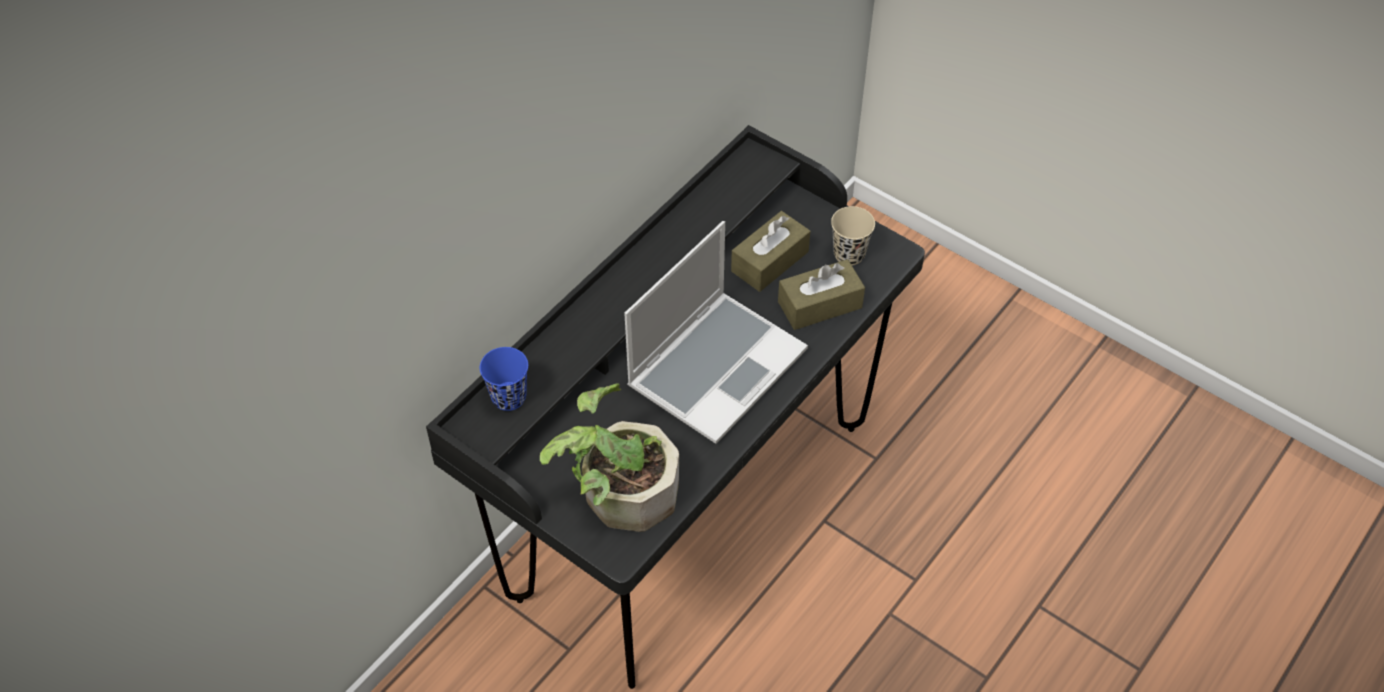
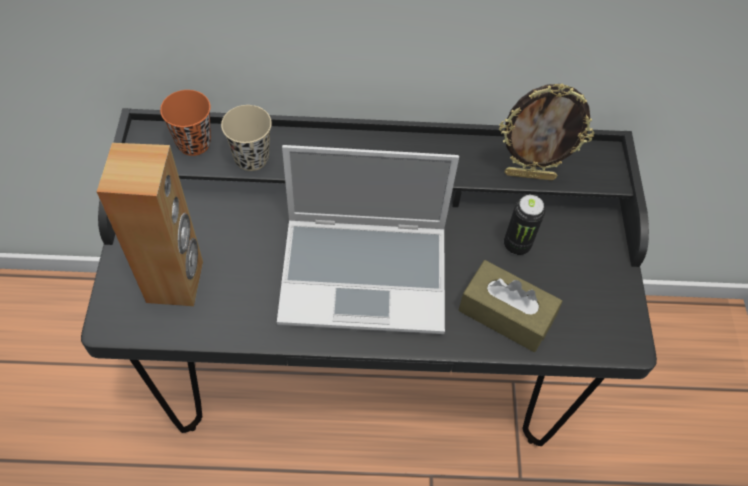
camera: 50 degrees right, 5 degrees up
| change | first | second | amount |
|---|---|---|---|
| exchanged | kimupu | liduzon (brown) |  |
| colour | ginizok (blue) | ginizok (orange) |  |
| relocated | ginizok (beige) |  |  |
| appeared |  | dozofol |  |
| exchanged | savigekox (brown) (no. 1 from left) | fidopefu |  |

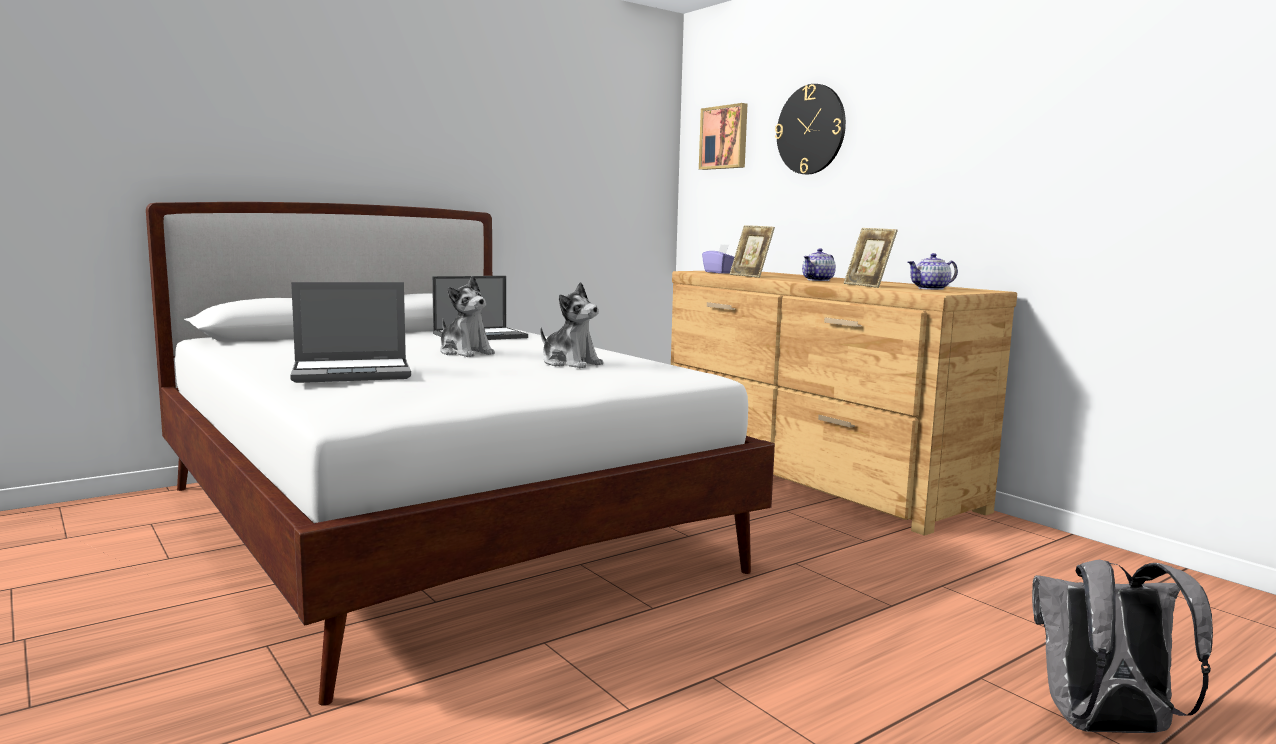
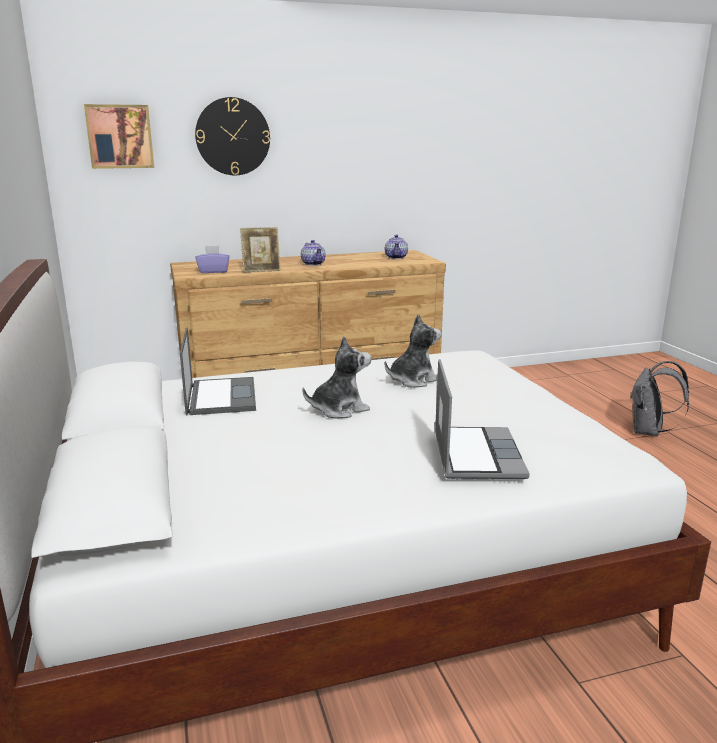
camera: 70 degrees left, 10 degrees up
| change | first | second | amount |
|---|---|---|---|
| missing | dozofol (no. 2 from left) |  |  |

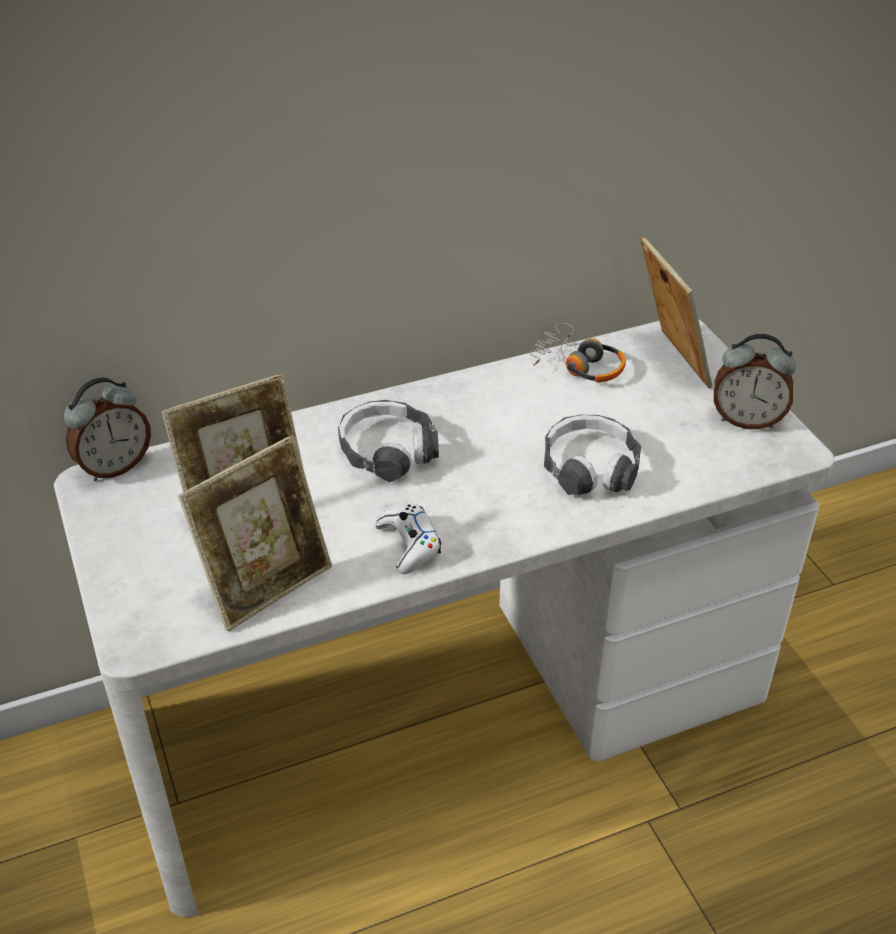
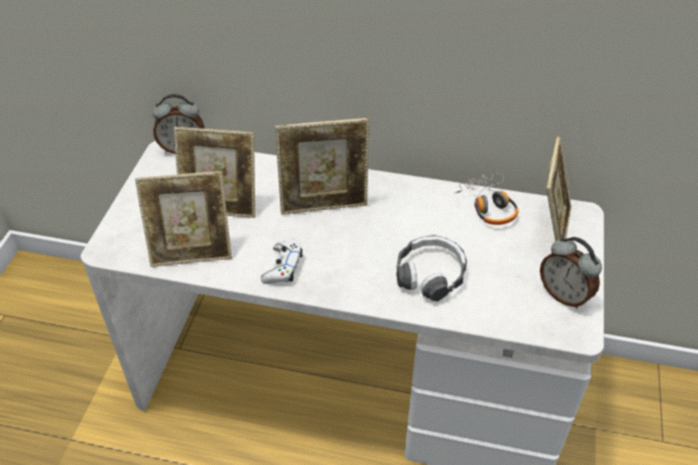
camera: 35 degrees right, 5 degrees up
| change | first | second | amount |
|---|---|---|---|
| exchanged | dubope (no. 1 from left) | dozofol (no. 3 from left) |  |

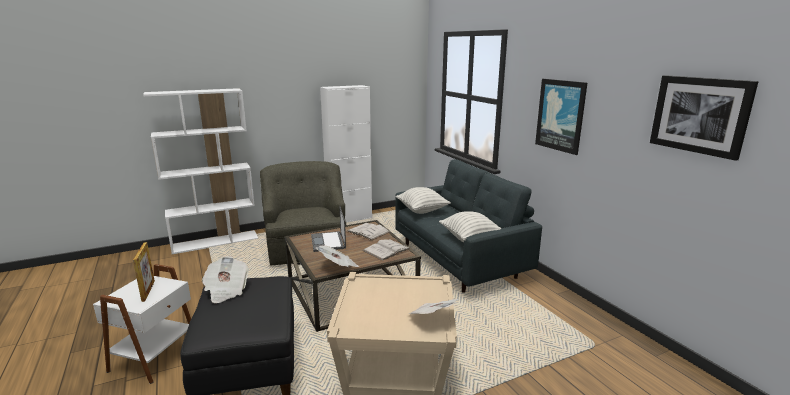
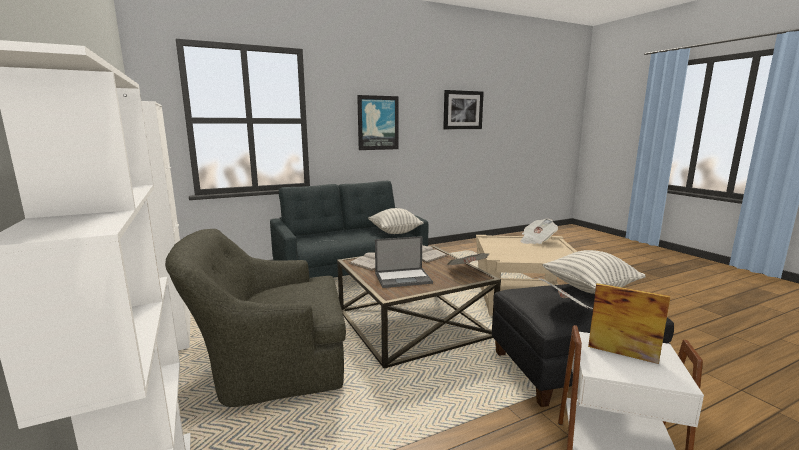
camera: 90 degrees left, 5 degrees down
| change | first | second | amount |
|---|---|---|---|
| relocated | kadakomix (no. 1 from left in the first image) | kadakomix (no. 2 from left) |  |
| spun | dozofol |  | 45 degrees clockwise |

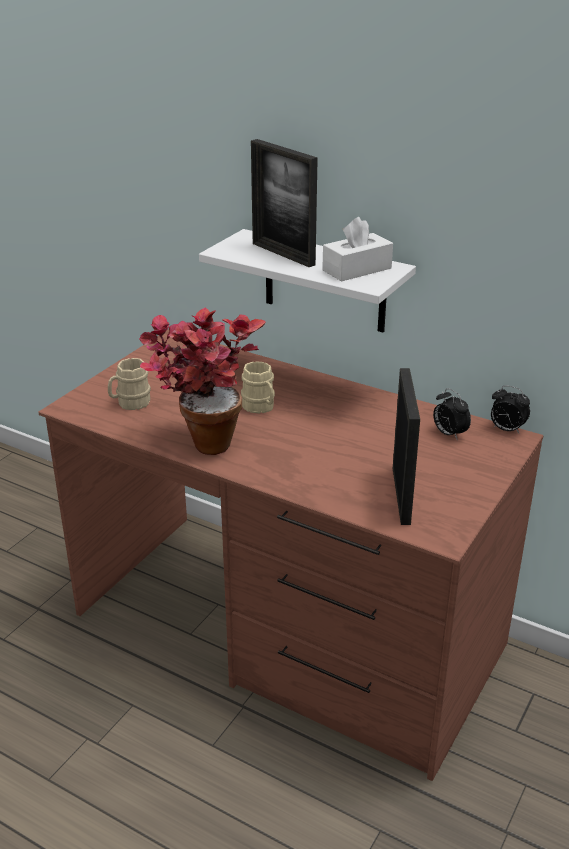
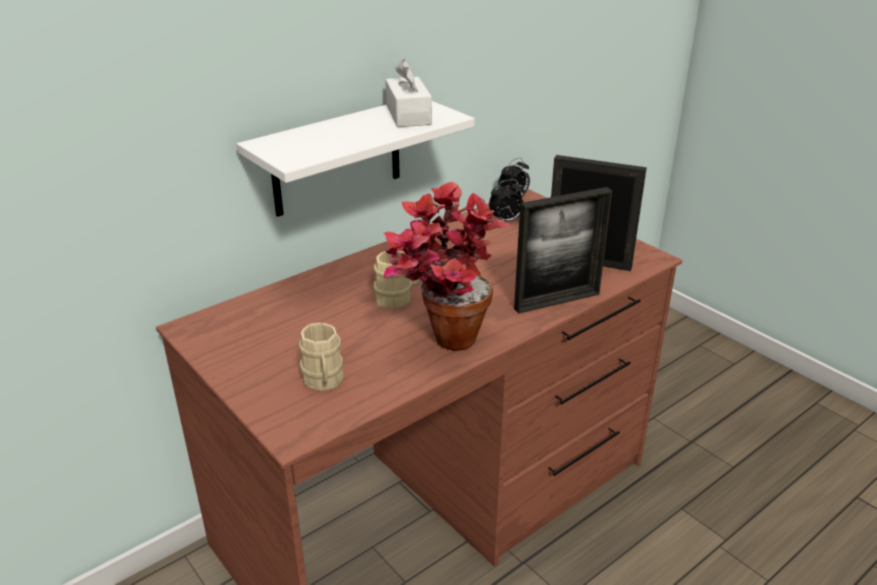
camera: 70 degrees left, 0 degrees up
| change | first | second | amount |
|---|---|---|---|
| relocated | dozofol (no. 1 from left) |  |  |

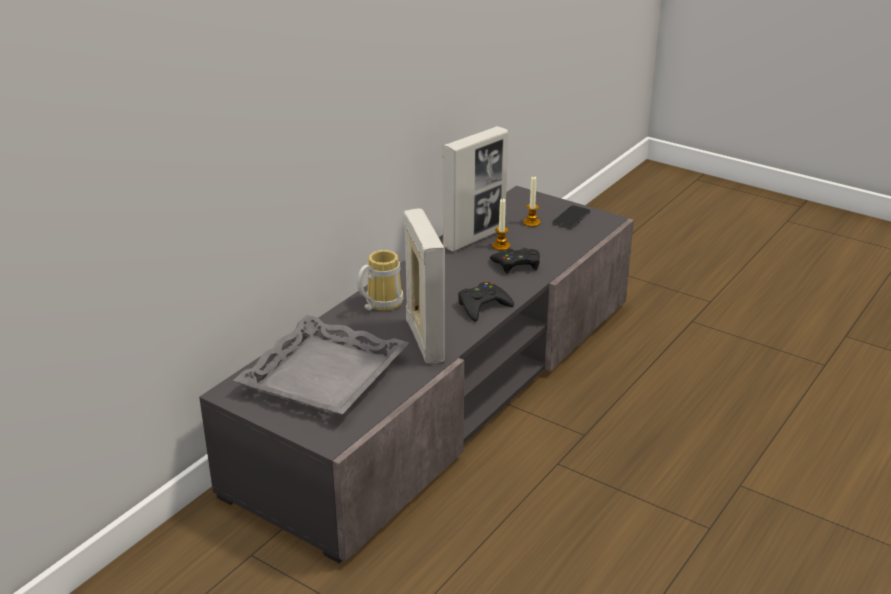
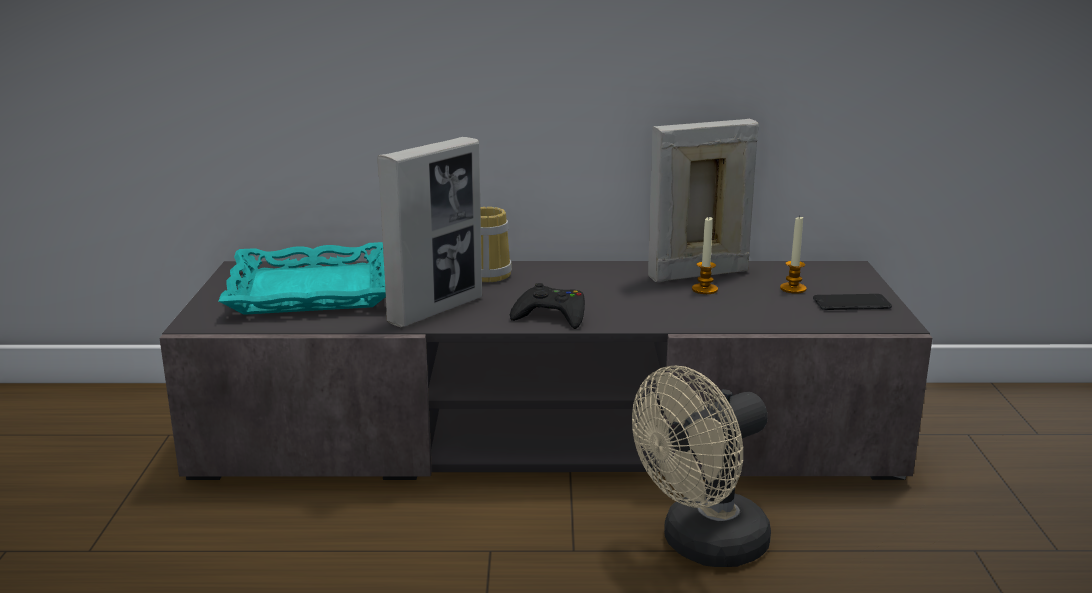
camera: 55 degrees right, 10 degrees down
| change | first | second | amount |
|---|---|---|---|
| colour | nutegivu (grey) | nutegivu (turquoise) |  |
| appeared |  | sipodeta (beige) |  |
| spun | dozofol (no. 2 from left) |  | 150 degrees clockwise |
| missing | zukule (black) (no. 2 from left) |  |  |

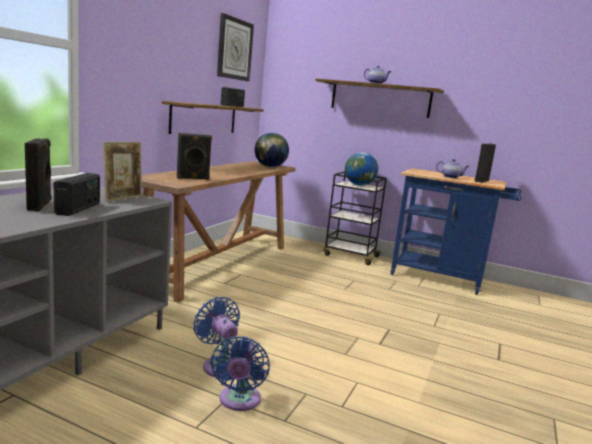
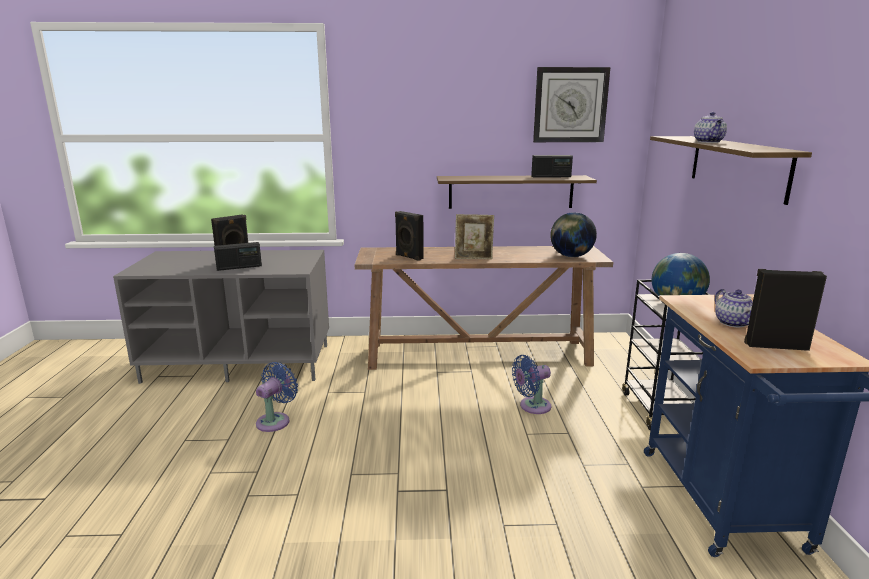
camera: 65 degrees right, 5 degrees up
| change | first | second | amount |
|---|---|---|---|
| relocated | dozofol |  |  |
| relocated | sipodeta (blue) (no. 2 from left) |  |  |

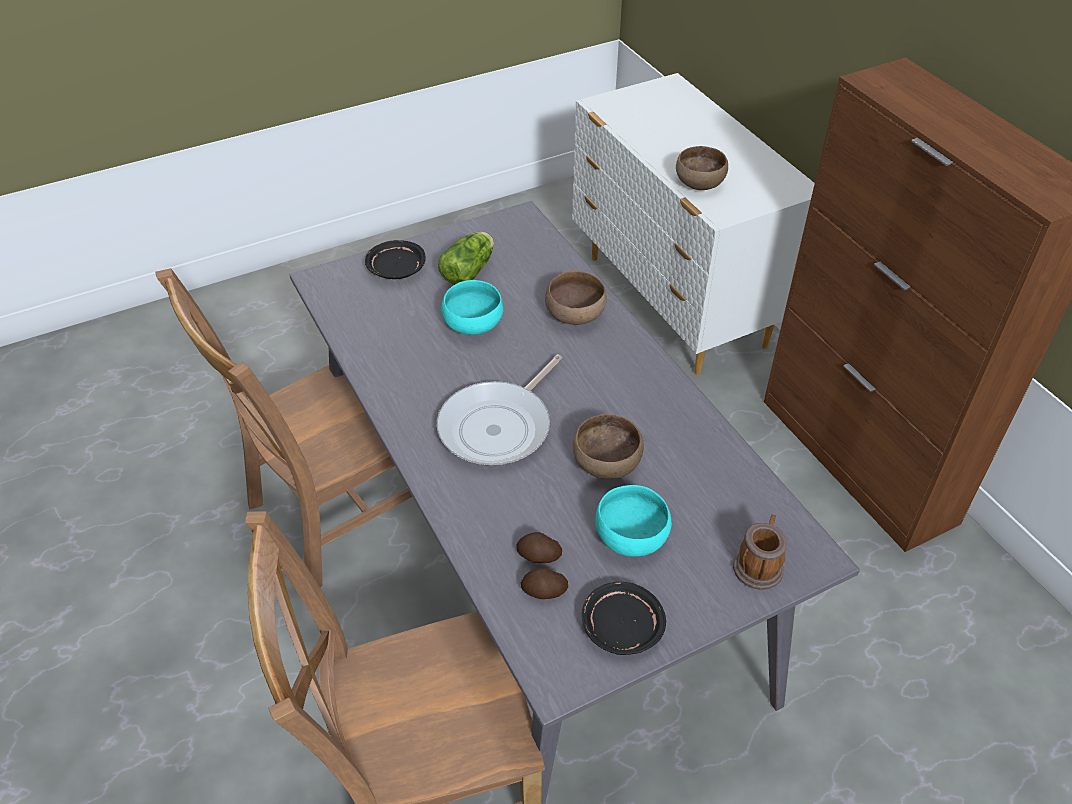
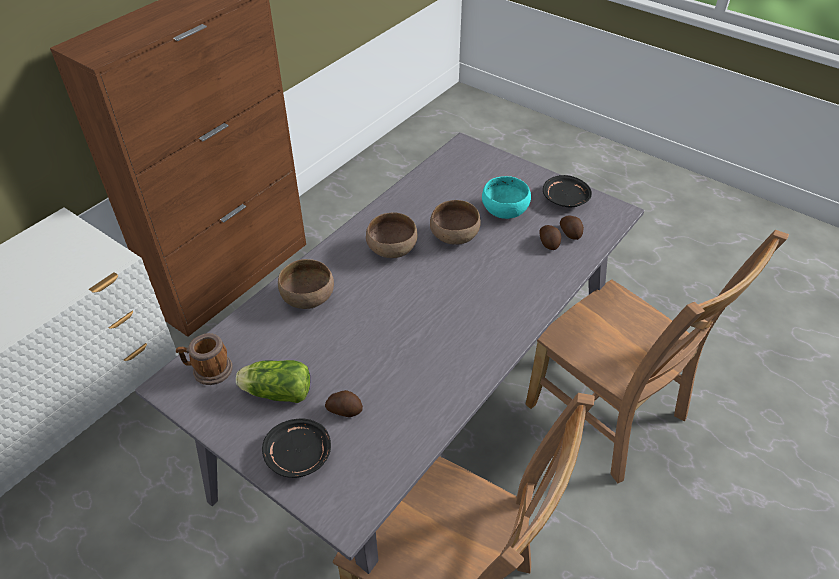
camera: 115 degrees left, 0 degrees up
| change | first | second | amount |
|---|---|---|---|
| relocated | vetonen |  |  |
| appeared |  | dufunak (no. 1 from left) |  |
| relocated | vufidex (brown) (no. 3 from left in the first image) | vufidex (brown) (no. 2 from left) |  |
| missing | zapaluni |  |  |
| missing | vufidex (turquoise) (no. 1 from left) |  |  |

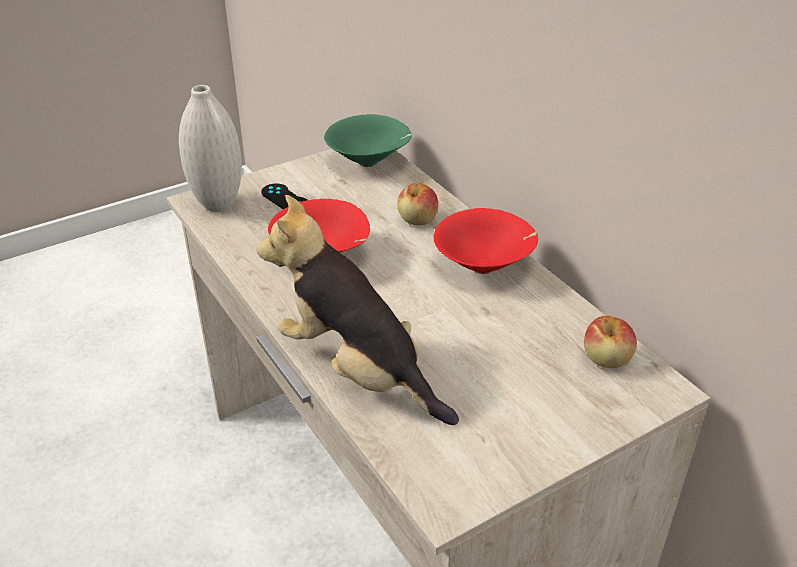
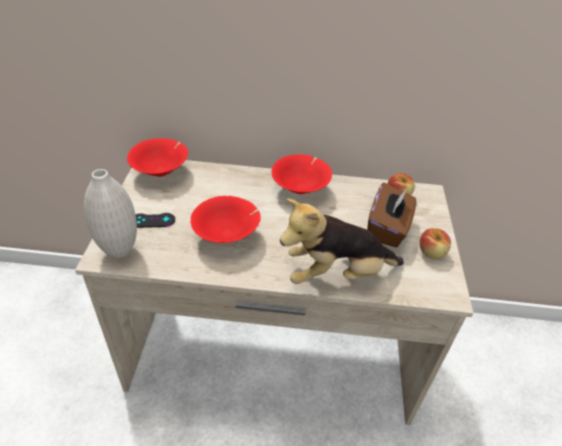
camera: 55 degrees left, 5 degrees up
| change | first | second | amount |
|---|---|---|---|
| colour | vufidex (green) | vufidex (red) (no. 1 from left) |  |
| appeared |  | savigekox (brown) |  |
| relocated | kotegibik (no. 1 from left in the first image) | kotegibik (no. 2 from left) |  |

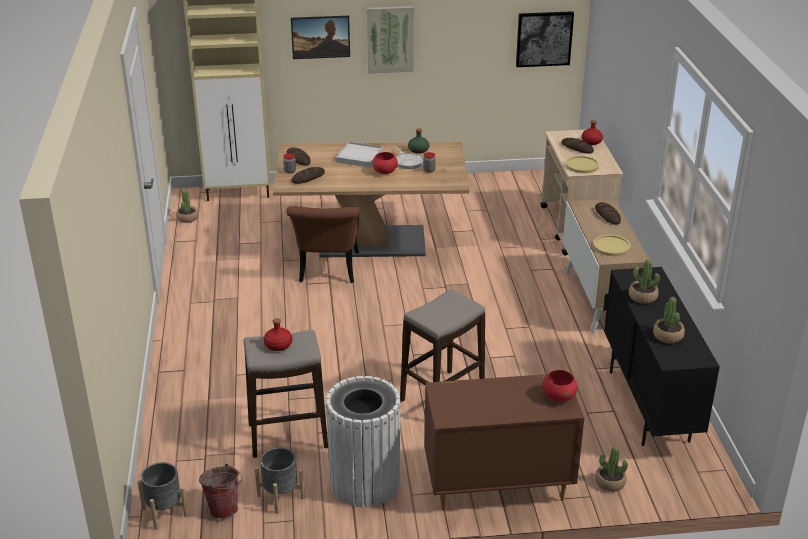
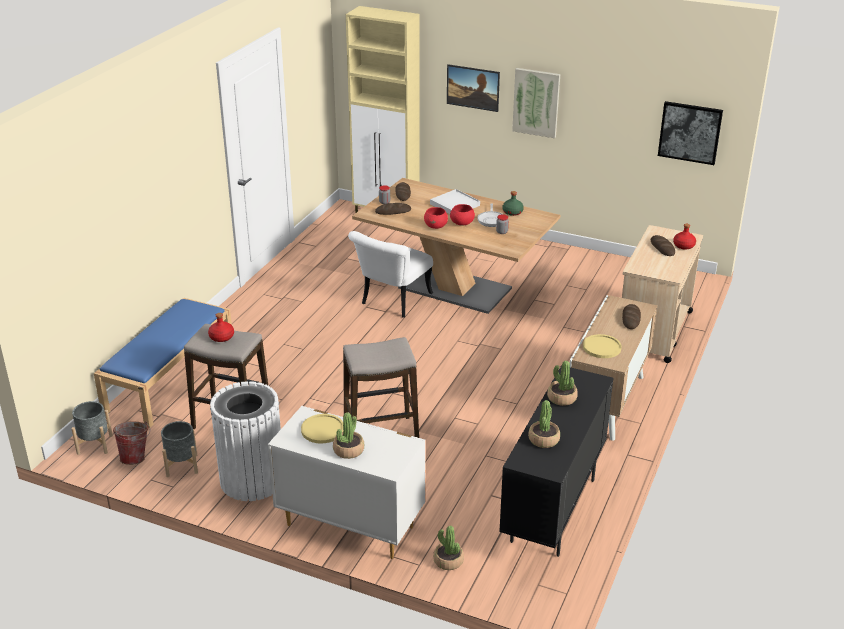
camera: 30 degrees right, 0 degrees up
| change | first | second | amount |
|---|---|---|---|
| appeared |  | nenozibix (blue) |  |
| colour | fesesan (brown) | fesesan (white) |  |
| relocated | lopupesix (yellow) (no. 1 from left) |  |  |
| relocated | kimupu (no. 1 from left) |  |  |
| colour | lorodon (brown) | lorodon (white) |  |
| relocated | vufidex (red) (no. 2 from left in the first image) | vufidex (red) (no. 1 from left) |  |

